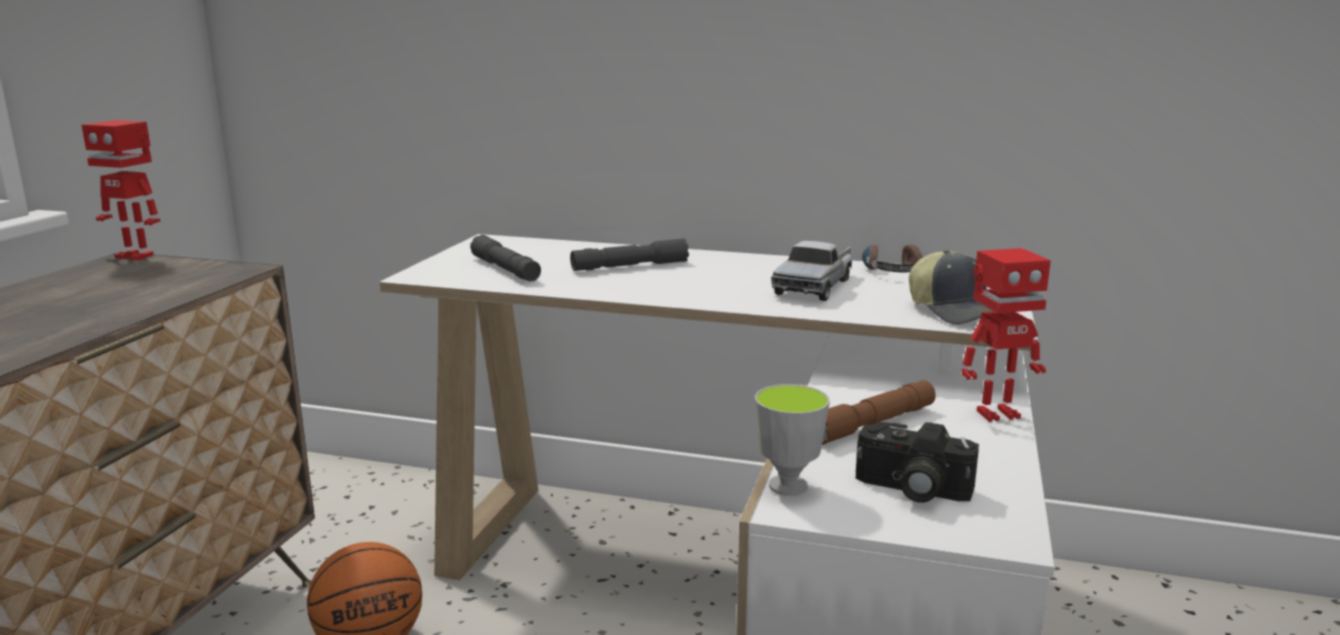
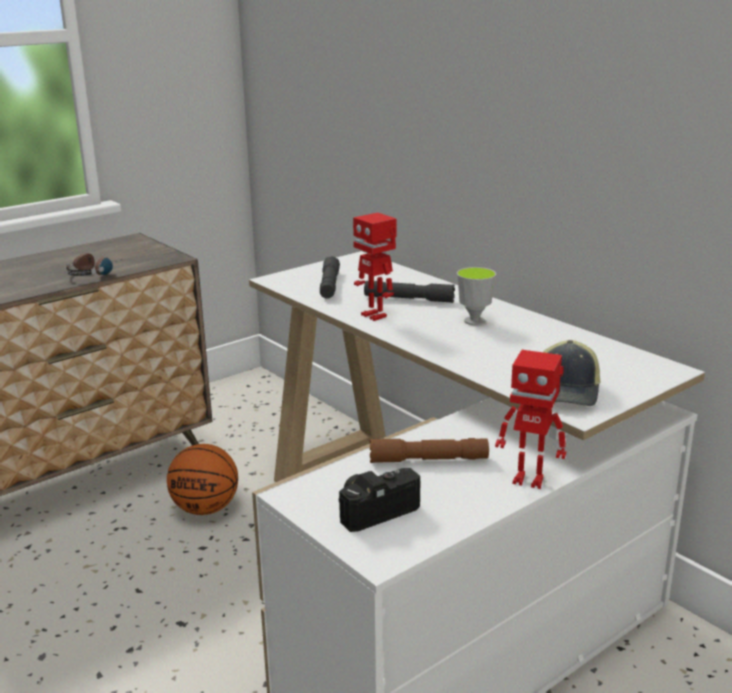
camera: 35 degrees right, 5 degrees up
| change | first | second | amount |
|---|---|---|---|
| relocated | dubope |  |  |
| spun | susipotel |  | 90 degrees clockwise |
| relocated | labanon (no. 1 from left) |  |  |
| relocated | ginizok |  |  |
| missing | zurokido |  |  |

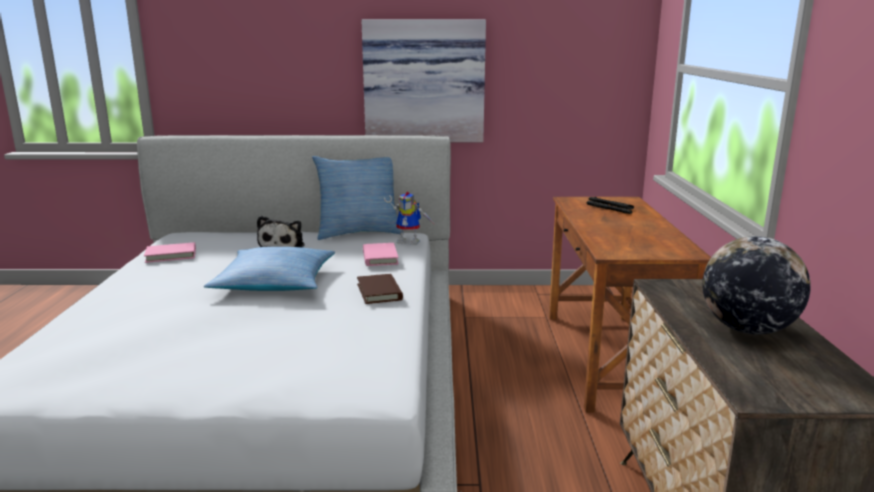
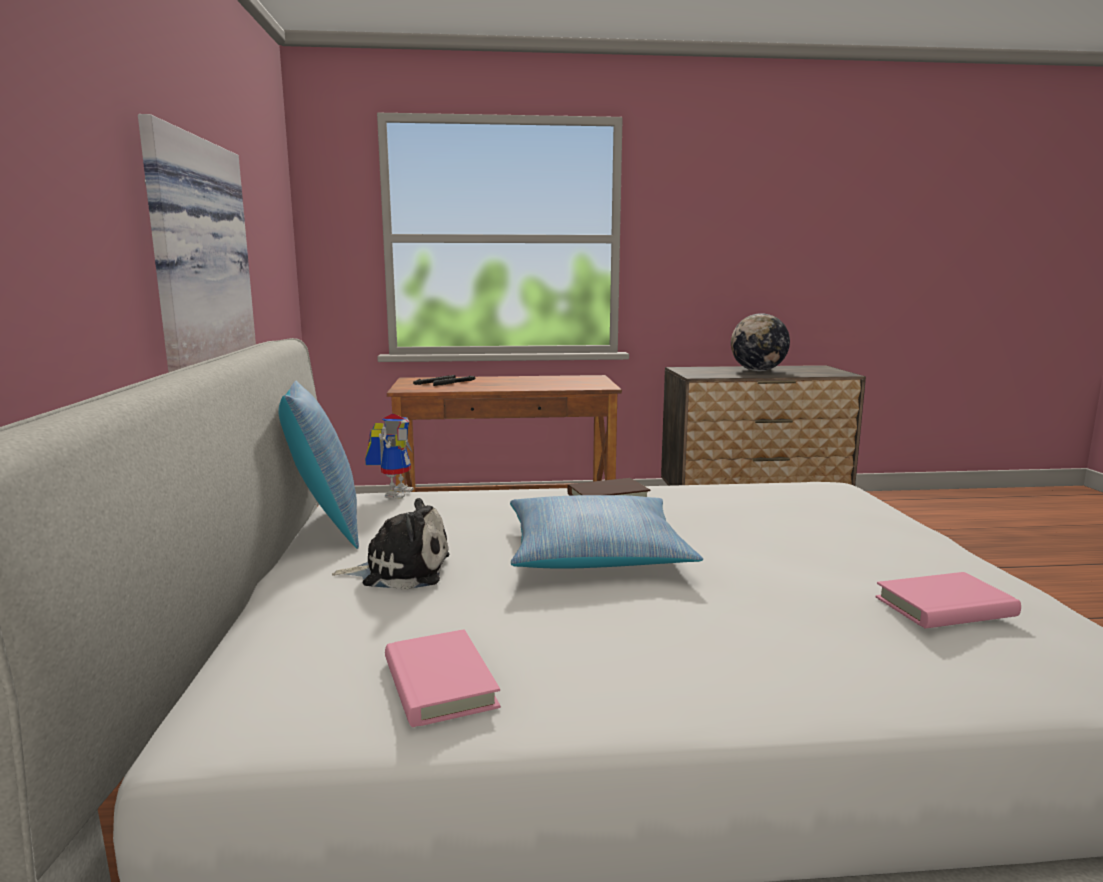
camera: 95 degrees left, 5 degrees down
| change | first | second | amount |
|---|---|---|---|
| relocated | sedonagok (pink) (no. 2 from left) |  |  |

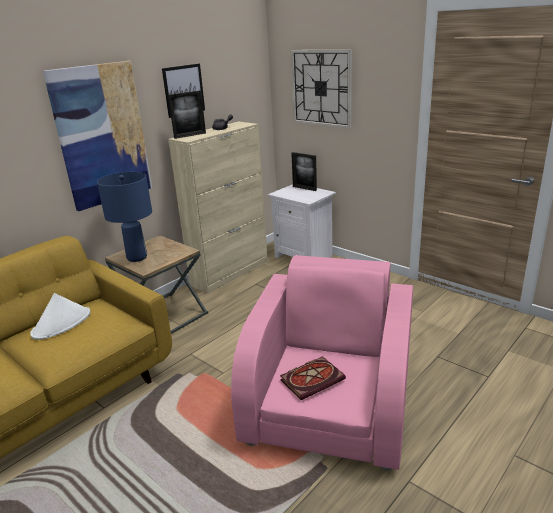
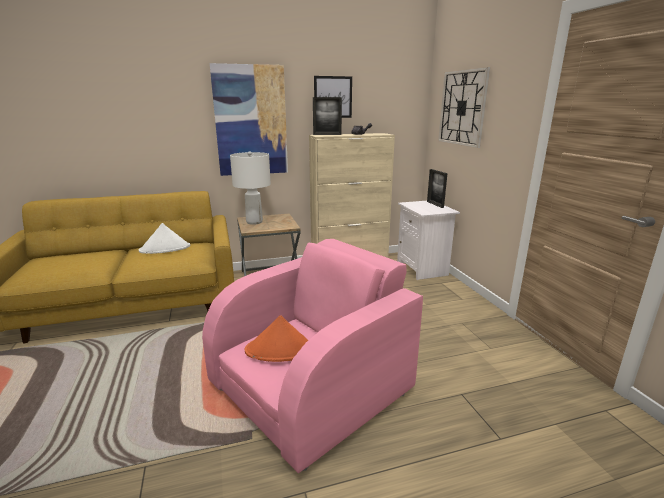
camera: 30 degrees right, 5 degrees down
| change | first | second | amount |
|---|---|---|---|
| colour | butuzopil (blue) | butuzopil (white) |  |
| exchanged | sedonagok | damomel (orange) |  |

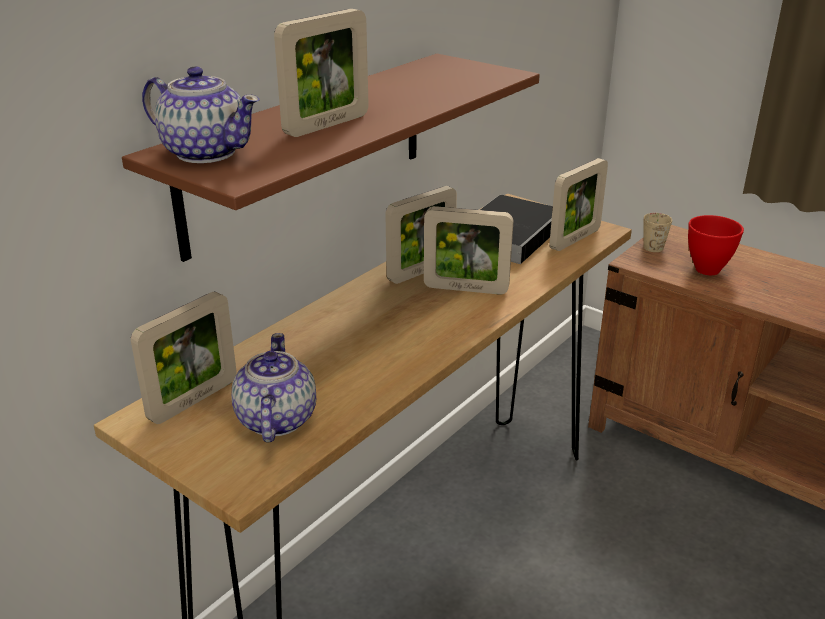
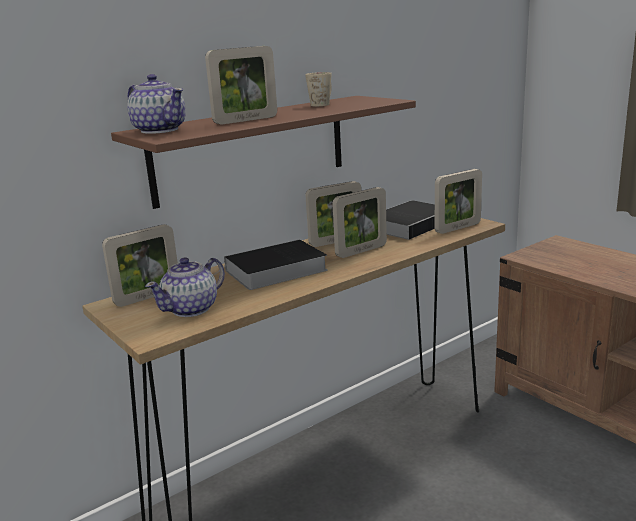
camera: 15 degrees right, 10 degrees down
| change | first | second | amount |
|---|---|---|---|
| spun | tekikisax (no. 2 from left) |  | 150 degrees counterclockwise |
| appeared |  | sedonagok (no. 1 from left) |  |
| relocated | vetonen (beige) |  |  |
| spun | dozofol (no. 4 from left) |  | 60 degrees counterclockwise |
| missing | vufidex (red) |  |  |

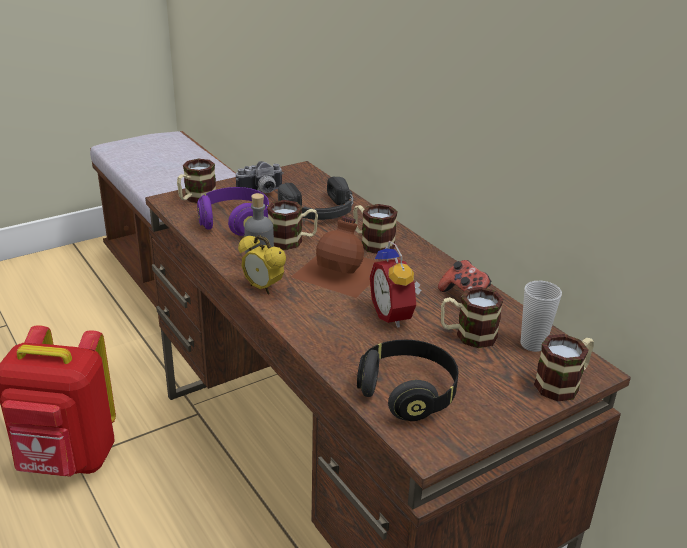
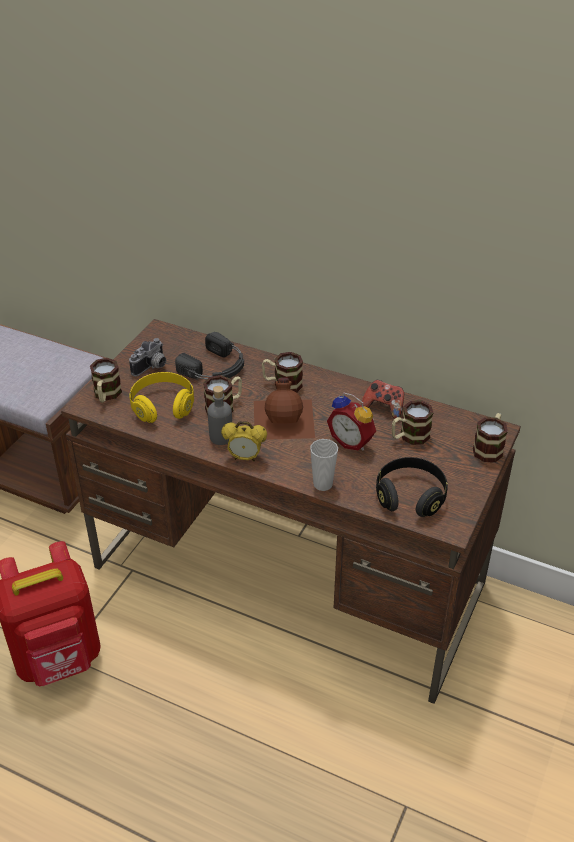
camera: 30 degrees left, 10 degrees up
| change | first | second | amount |
|---|---|---|---|
| colour | dubope (purple) | dubope (yellow) |  |
| relocated | ginizok |  |  |

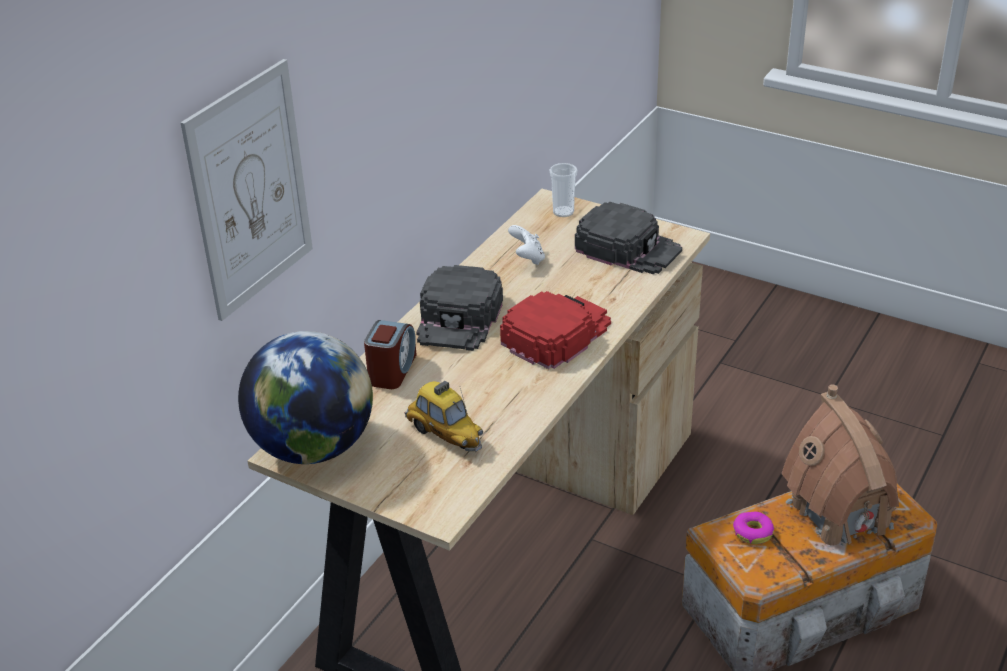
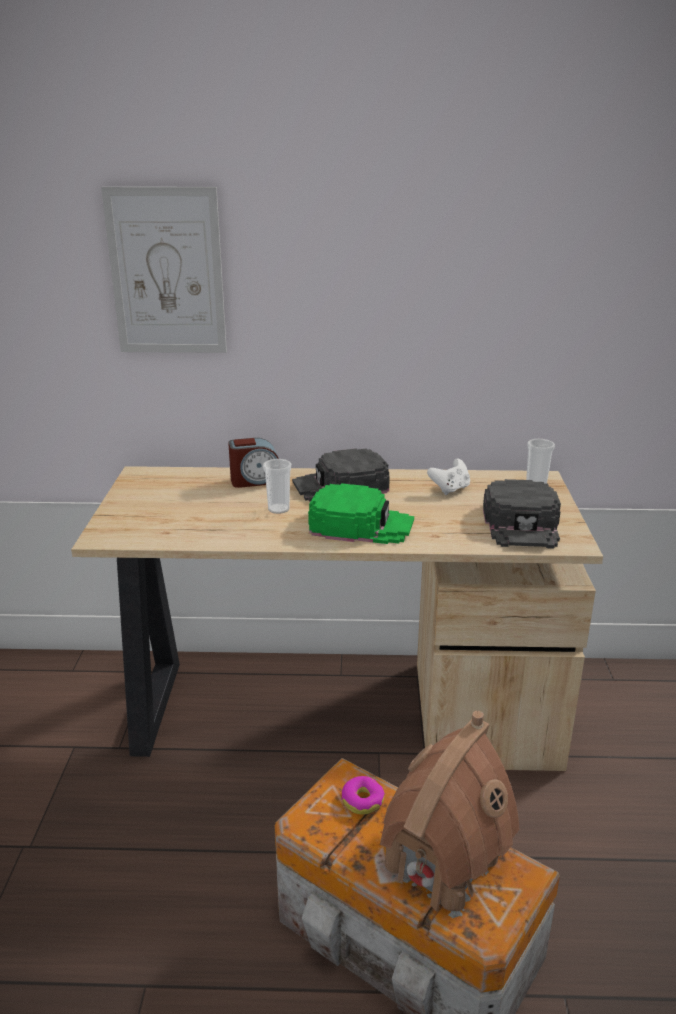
camera: 60 degrees right, 10 degrees down
| change | first | second | amount |
|---|---|---|---|
| appeared |  | ginizok (no. 1 from left) |  |
| colour | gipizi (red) | gipizi (green) |  |
| missing | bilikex |  |  |
| missing | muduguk |  |  |

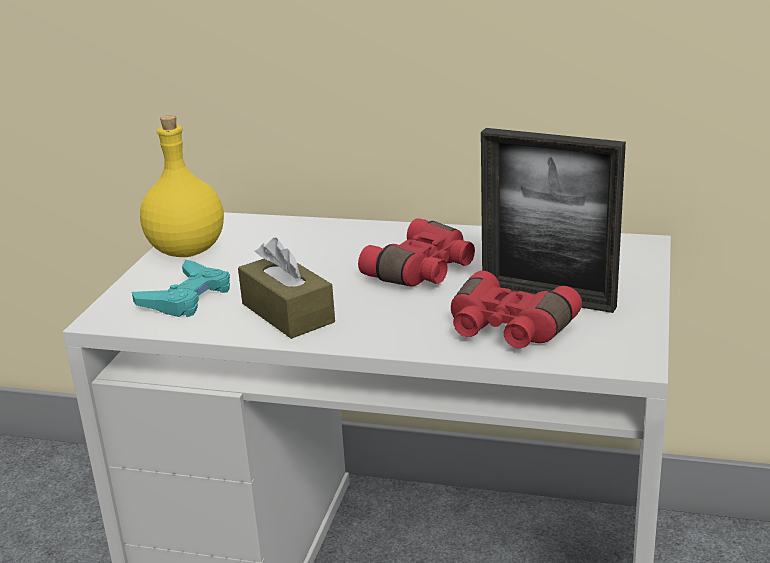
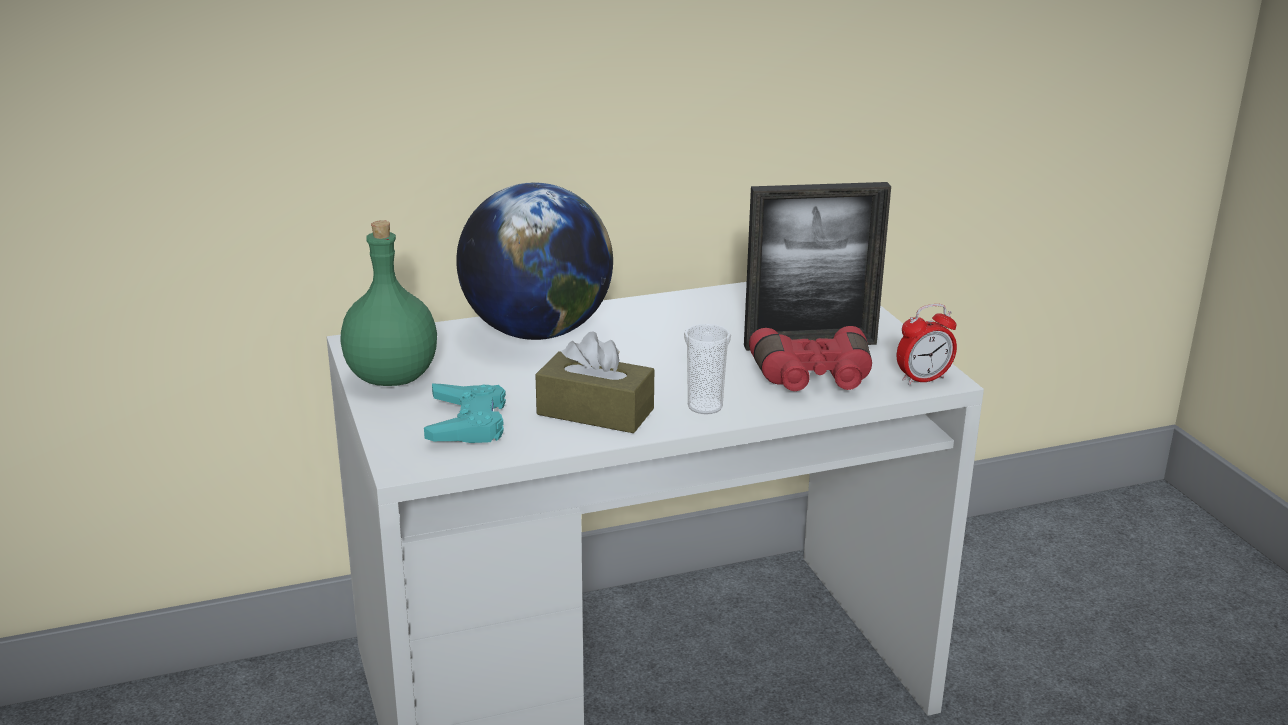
camera: 35 degrees left, 0 degrees up
| change | first | second | amount |
|---|---|---|---|
| colour | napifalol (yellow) | napifalol (green) |  |
| appeared |  | bilikex |  |
| appeared |  | ginizok |  |
| appeared |  | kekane |  |
| missing | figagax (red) (no. 1 from left) |  |  |

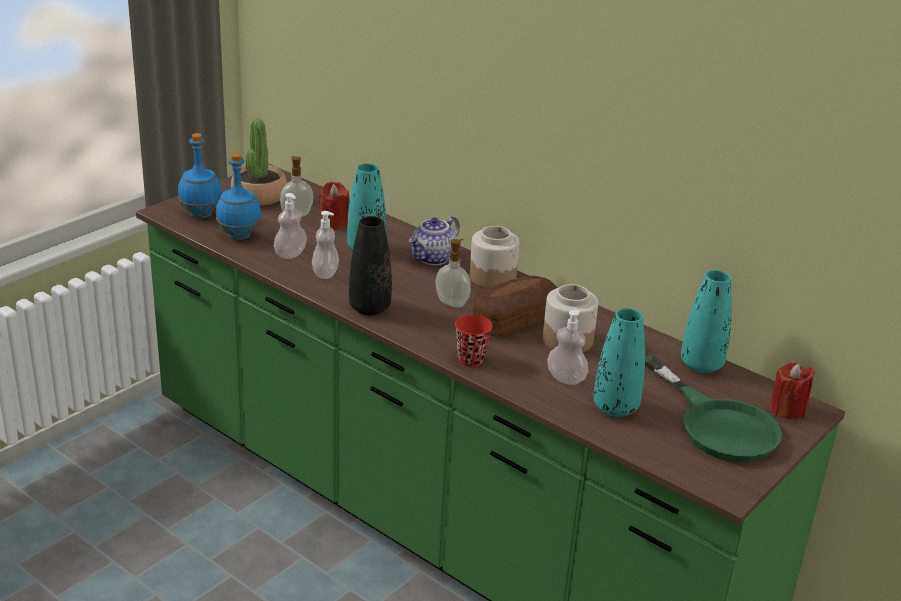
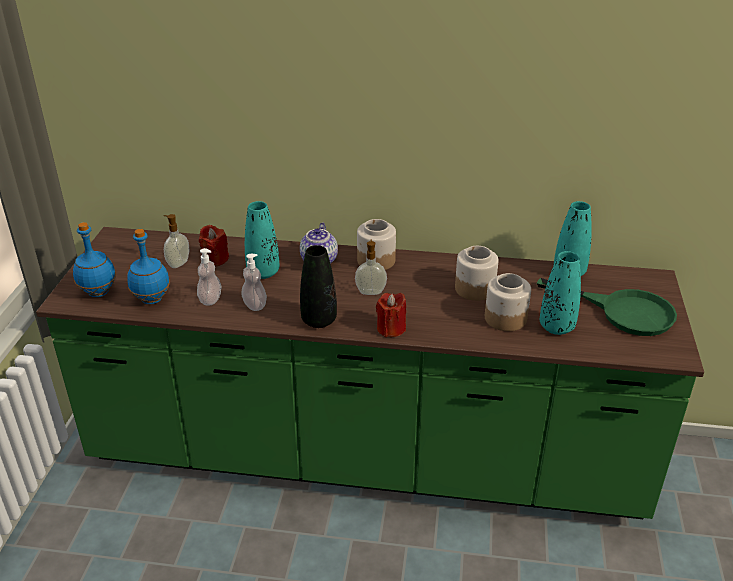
camera: 30 degrees left, 5 degrees up
| change | first | second | amount |
|---|---|---|---|
| relocated | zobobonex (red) (no. 2 from left) |  |  |
| exchanged | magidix (no. 5 from left) | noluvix (no. 3 from left) |  |
| missing | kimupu |  |  |
| missing | ginizok (red) |  |  |
| missing | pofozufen |  |  |

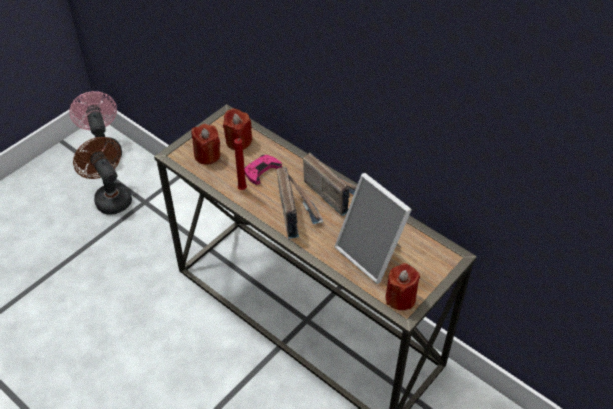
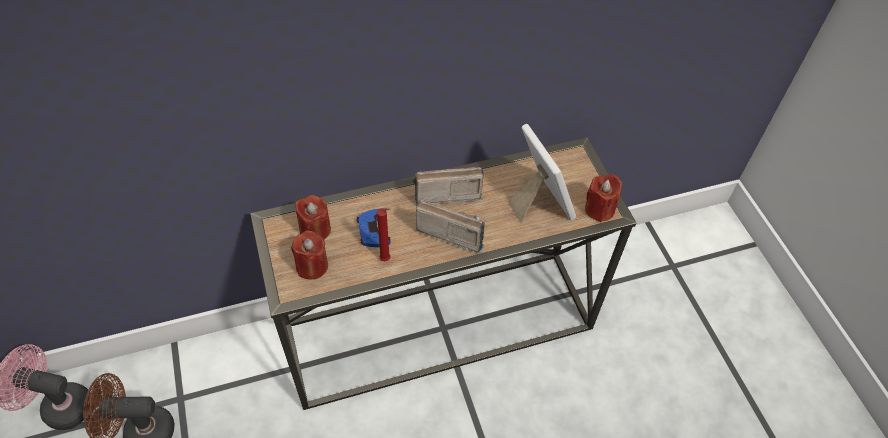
camera: 60 degrees left, 5 degrees up
| change | first | second | amount |
|---|---|---|---|
| colour | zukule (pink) | zukule (blue) |  |
| spun | dozofol |  | 105 degrees counterclockwise |

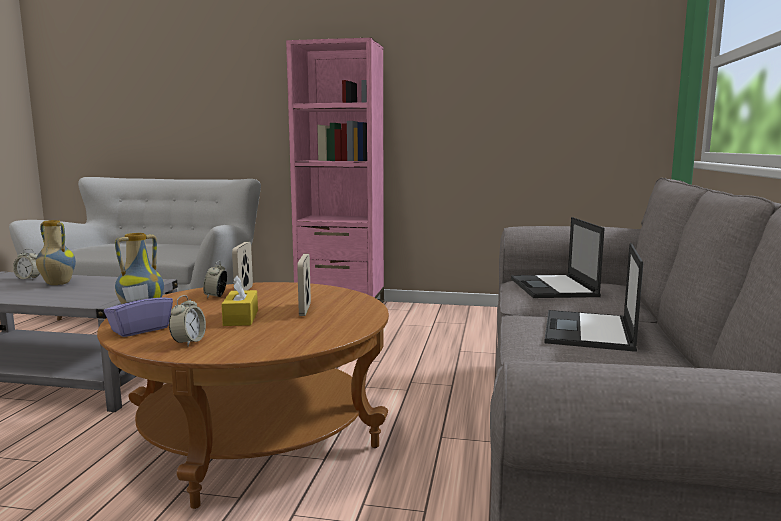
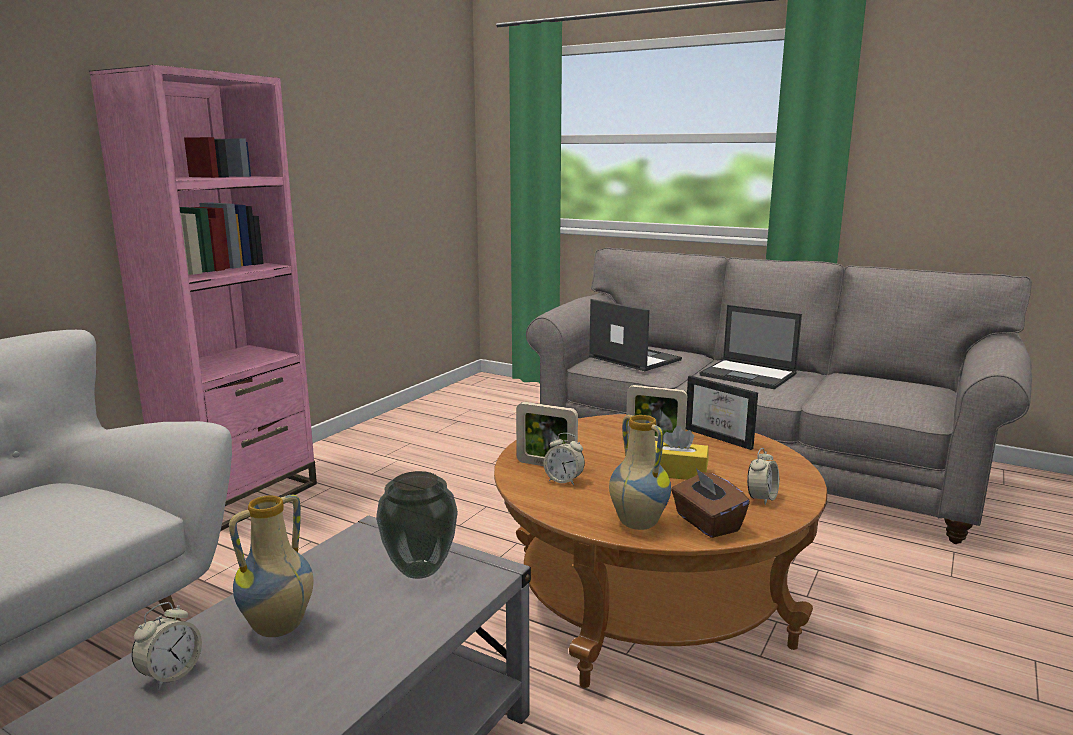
camera: 70 degrees left, 5 degrees up
| change | first | second | amount |
|---|---|---|---|
| appeared |  | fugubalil (no. 2 from left) |  |
| spun | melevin (no. 1 from left) |  | 150 degrees counterclockwise |
| colour | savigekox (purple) | savigekox (brown) |  |
| appeared |  | dozofol (no. 3 from left) |  |
| spun | kekane (no. 2 from left in the first image) | kekane (no. 3 from left) | 90 degrees clockwise |

